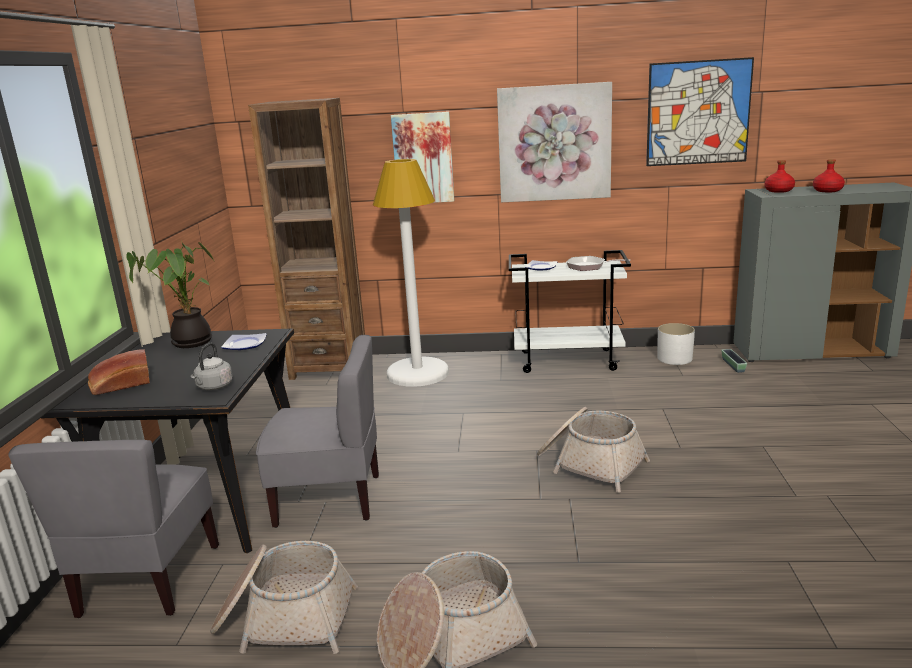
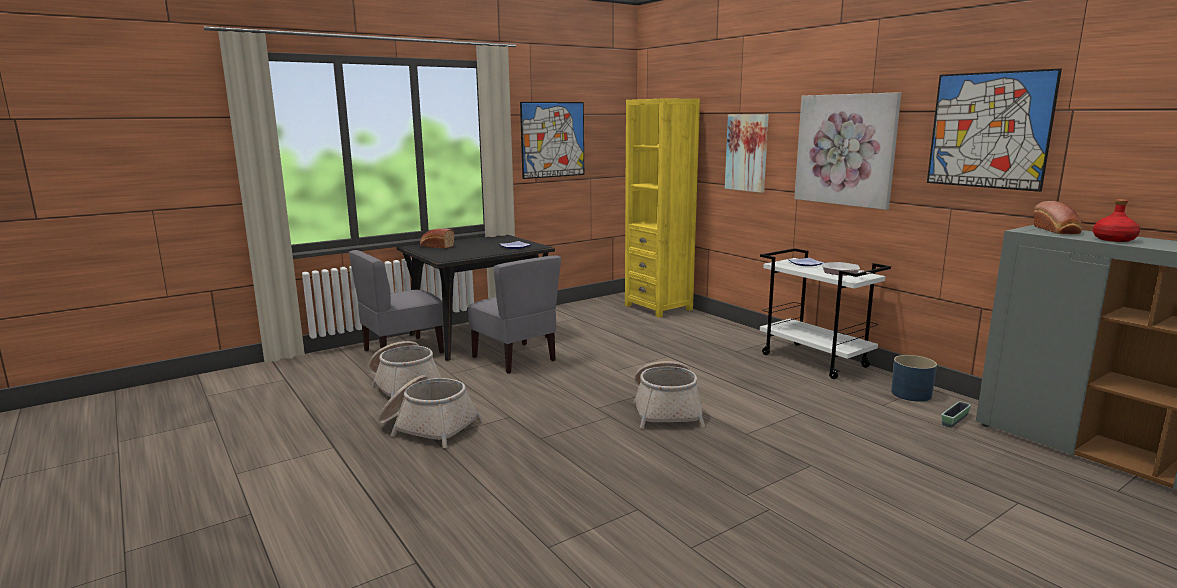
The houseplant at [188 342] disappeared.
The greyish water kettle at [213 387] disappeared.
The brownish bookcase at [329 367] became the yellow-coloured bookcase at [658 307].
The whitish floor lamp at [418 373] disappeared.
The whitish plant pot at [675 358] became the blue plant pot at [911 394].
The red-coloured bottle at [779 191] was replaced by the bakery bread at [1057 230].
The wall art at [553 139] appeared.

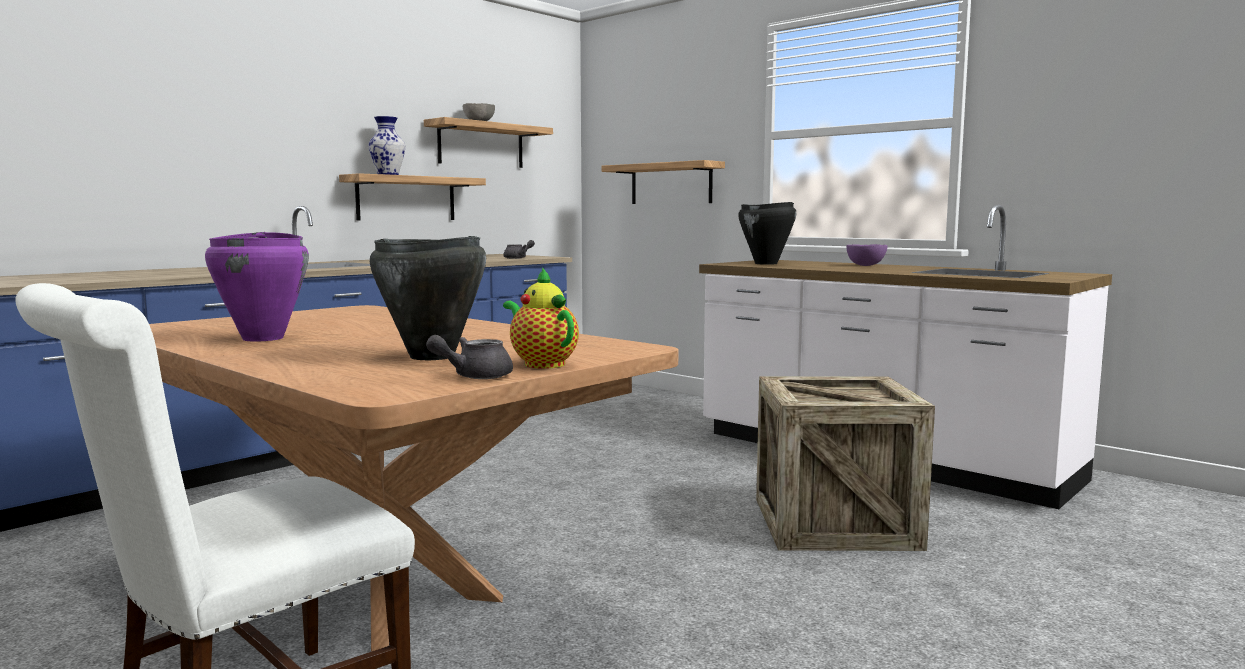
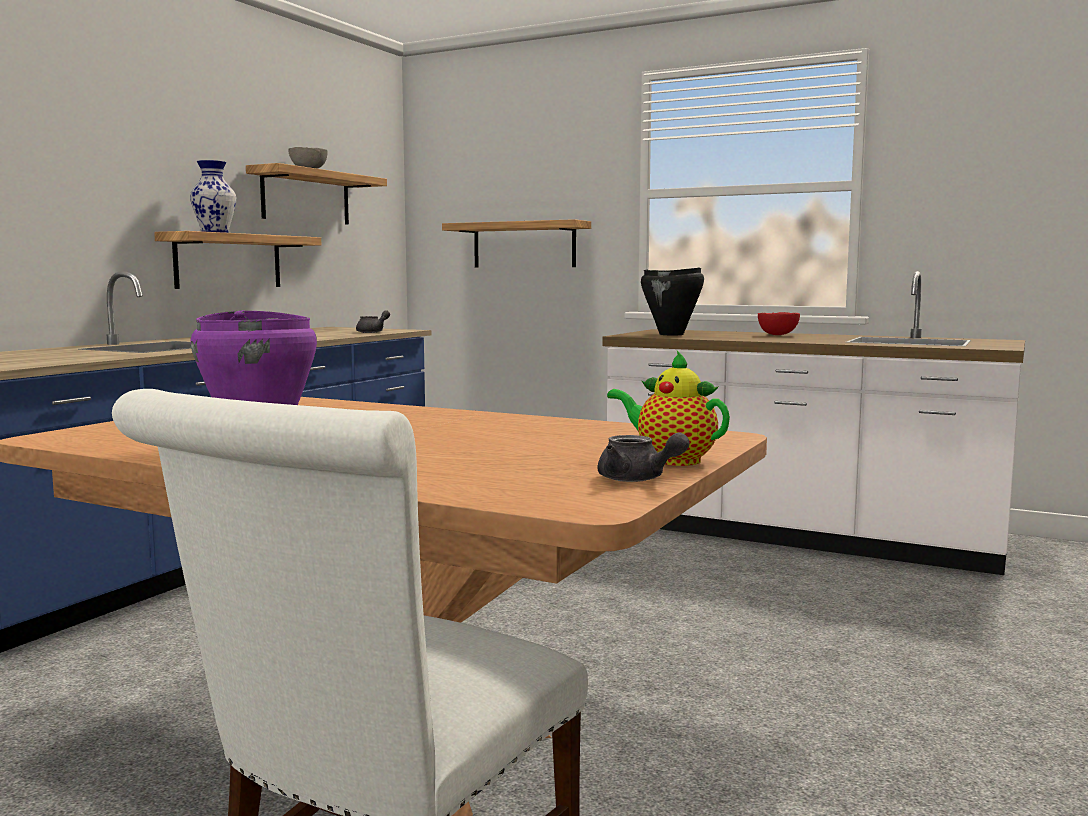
The black-coloured saucepot at [432 357] disappeared.
The greyish pot for tea at [474 376] turned 90 degrees counterclockwise.
The crate at [834 523] disappeared.
The purplish bowl at [866 265] became the red-coloured bowl at [778 335].

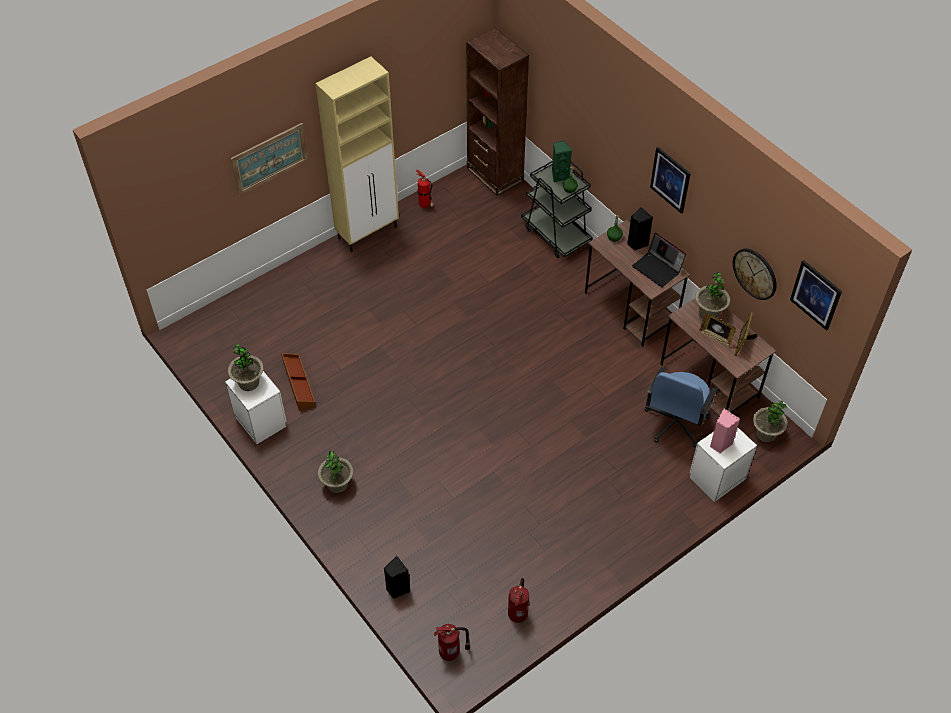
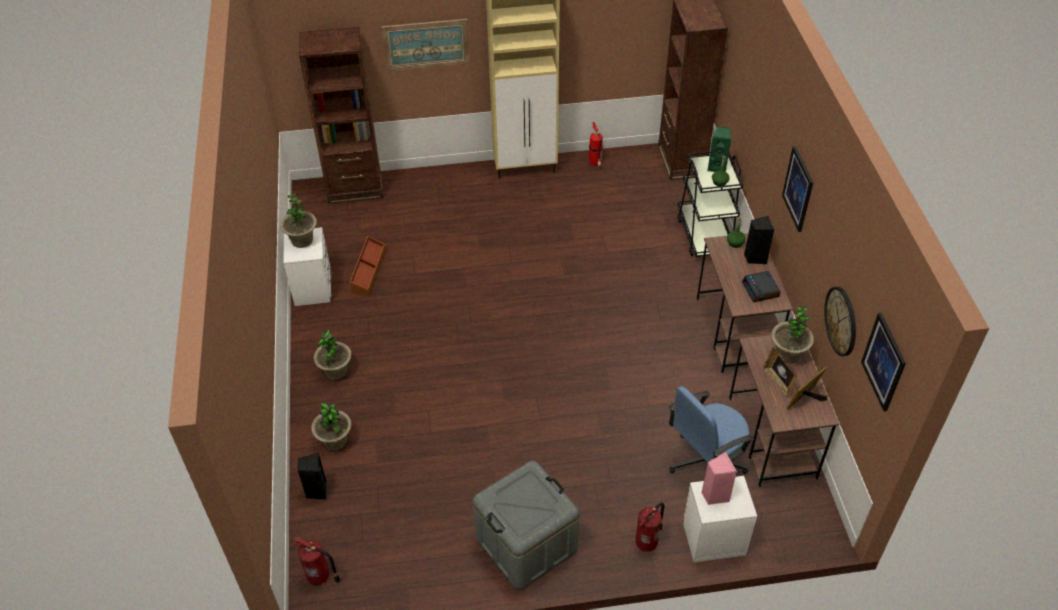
The fire extinguisher moved from [518 613] to [648 542].
The portable computer at [658 269] was replaced by the table clock at [761 290].
The houseplant moved from [766 434] to [335 441].
The brownish bookcase at [355 188] appeared.
The greyish storage bin at [526 544] appeared.

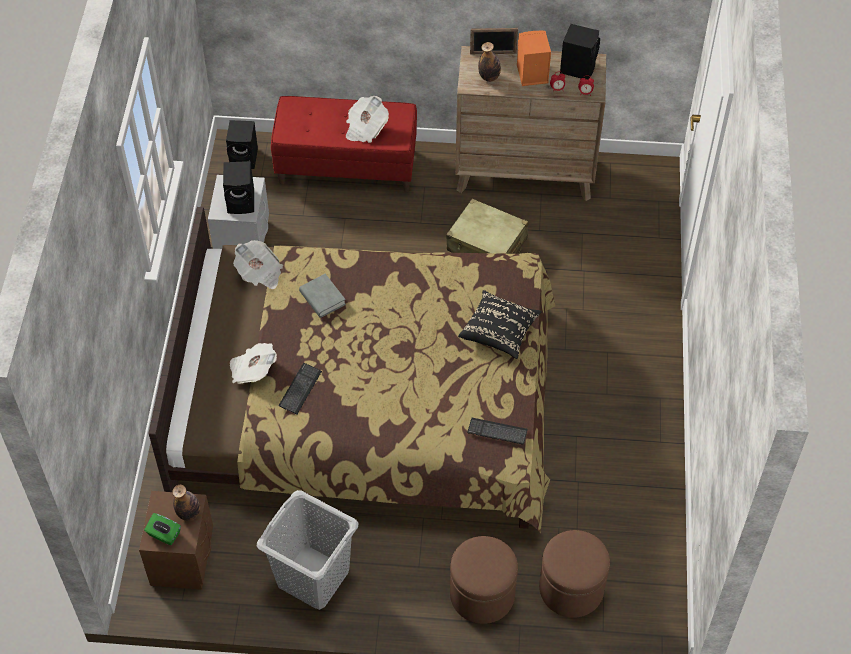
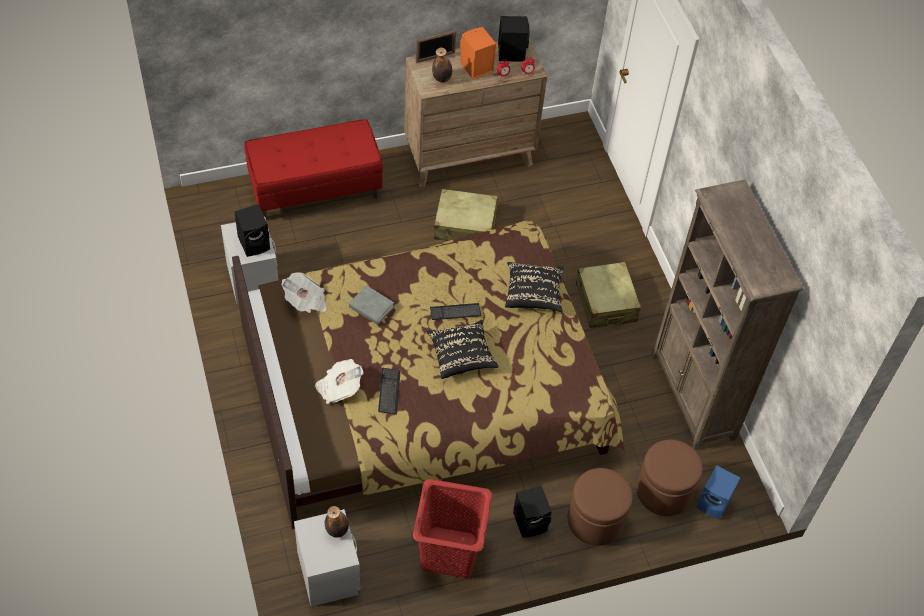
The brownish night table at [182 558] became the greyish night table at [328 573].
The green tissue box at [164 535] disappeared.
The black-coloured speaker moved from [245 158] to [531 522].
The greyish hamper at [313 578] became the red-coloured hamper at [449 552].
The daily paper at [365 128] disappeared.
The computer keyboard moved from [497 432] to [455 312].
The black-coloured cushion at [461 356] appeared.
The beige-coloured suitcase at [606 302] appeared.
The brownish bookcase at [693 396] appeared.
The blue speaker at [714 503] appeared.

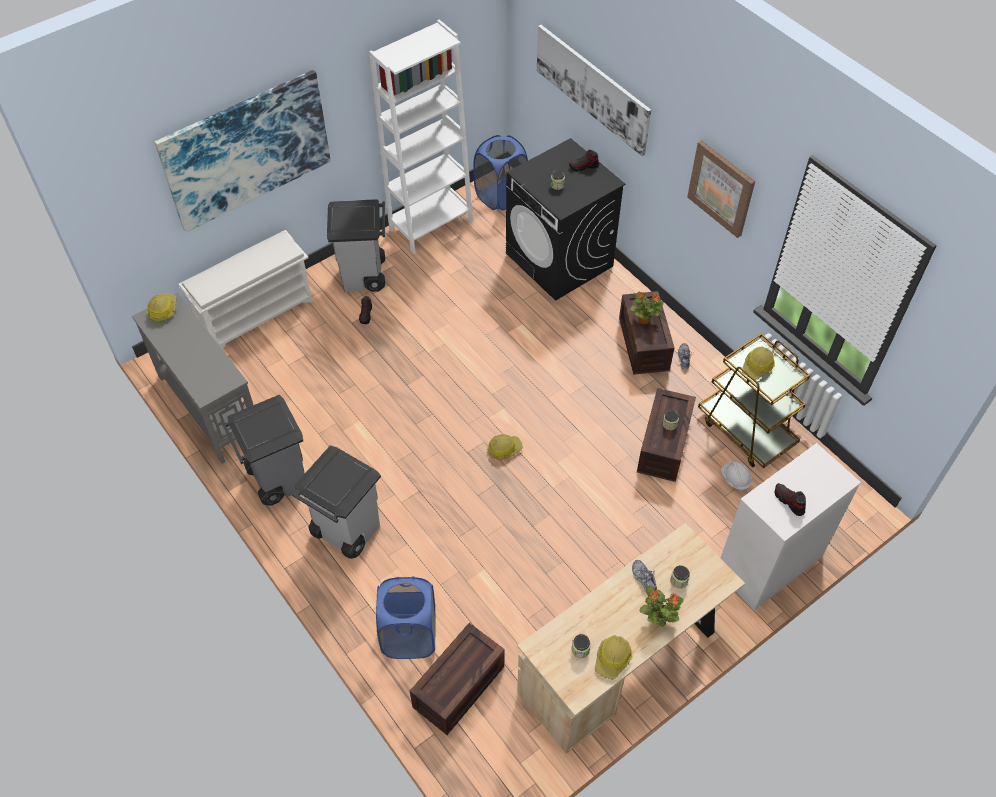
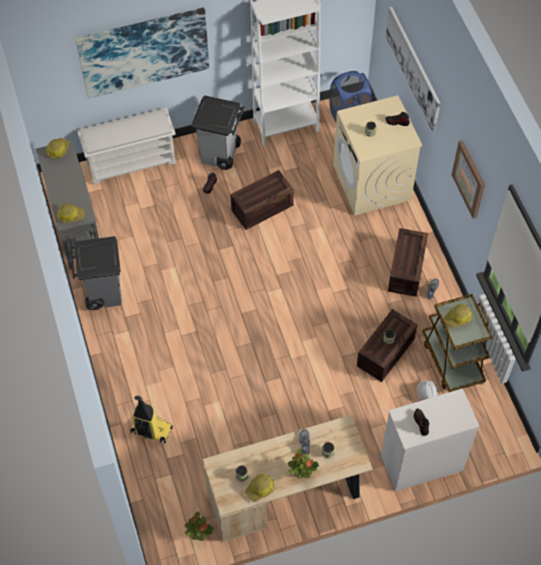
The greyish trash can at [345 531] disappeared.
The blue hamper at [409 636] was replaced by the hoover at [151 430].
The crate moved from [459 688] to [262 208].
The hard hat moved from [504 449] to [70 215].
The black-coloured laundry appliance at [559 260] became the beige-coloured laundry appliance at [372 183].
The houseplant moved from [643 320] to [199 533].

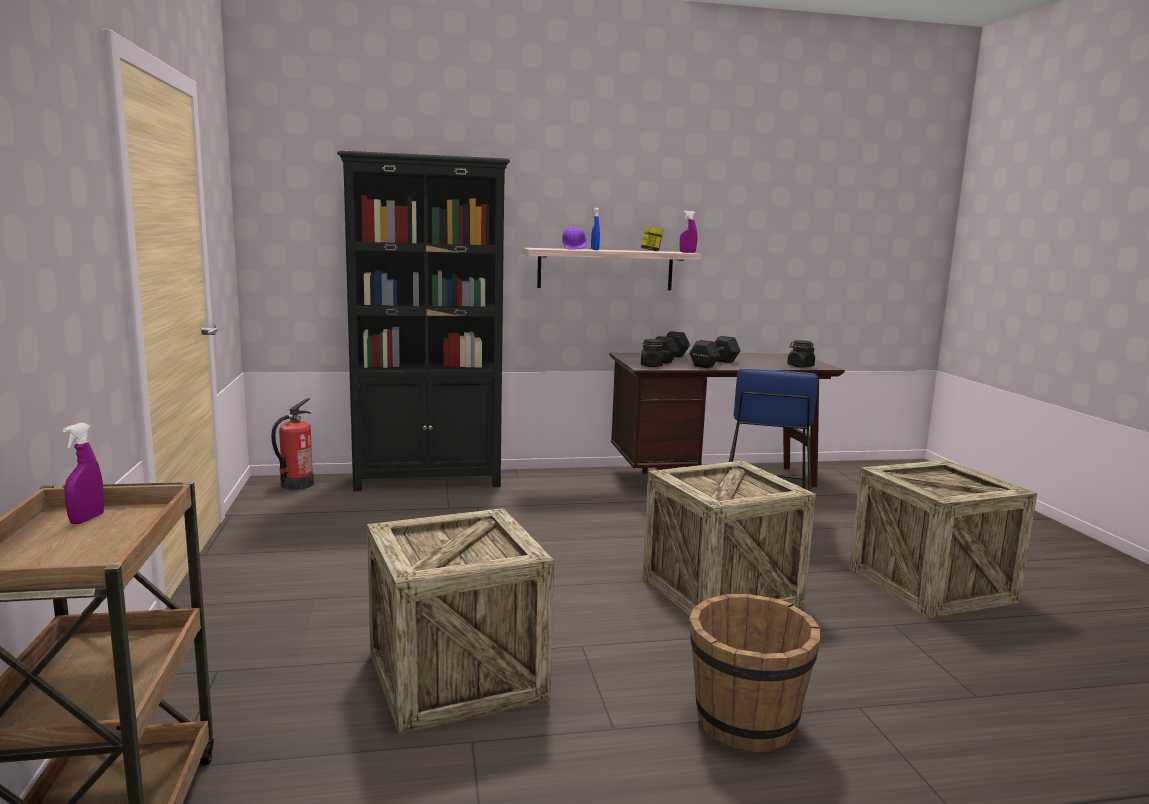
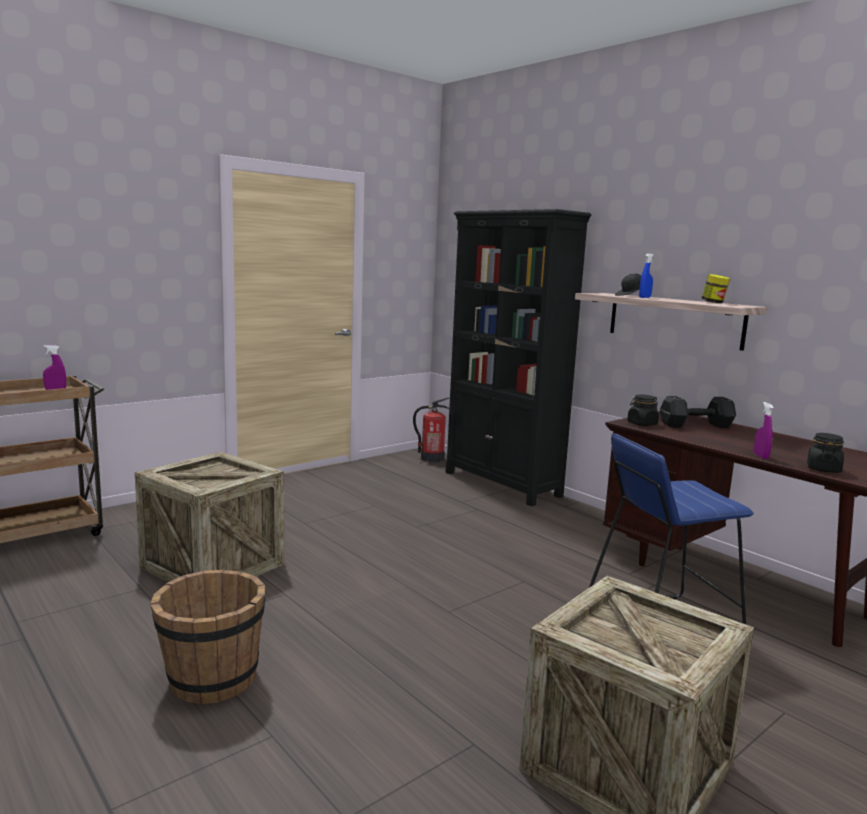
The purplish cap at [574 249] became the black-coloured cap at [631 296].
The crate at [720 591] disappeared.
The purplish hand sprayer moved from [687 252] to [760 456].
The black-coloured hand weight at [713 364] disappeared.

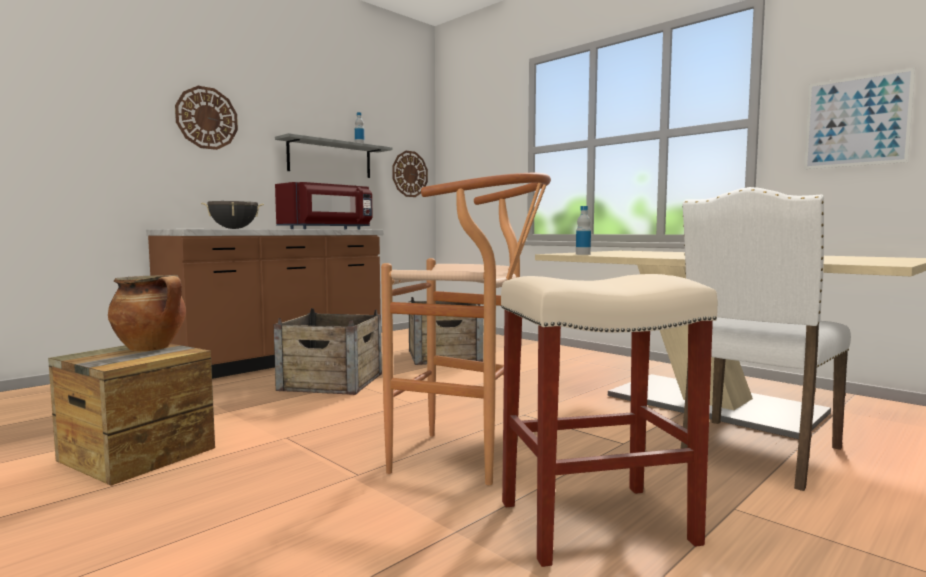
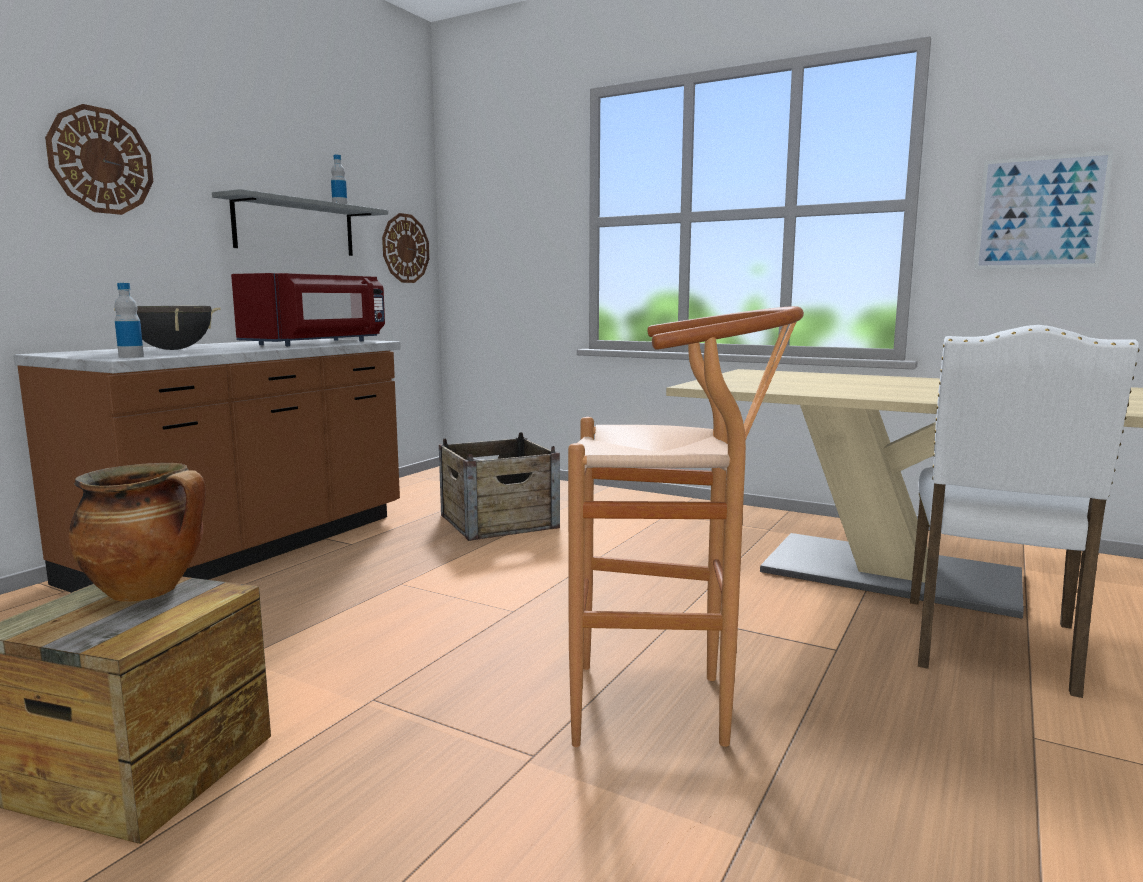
The crate at [332 381] disappeared.
The beige-coloured stool at [594 523] disappeared.
The bottle moved from [583 254] to [131 357].

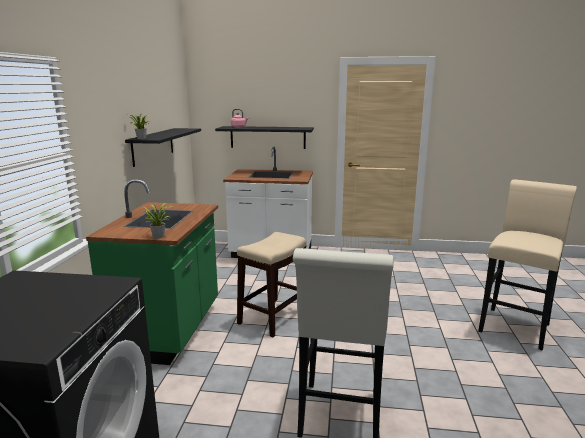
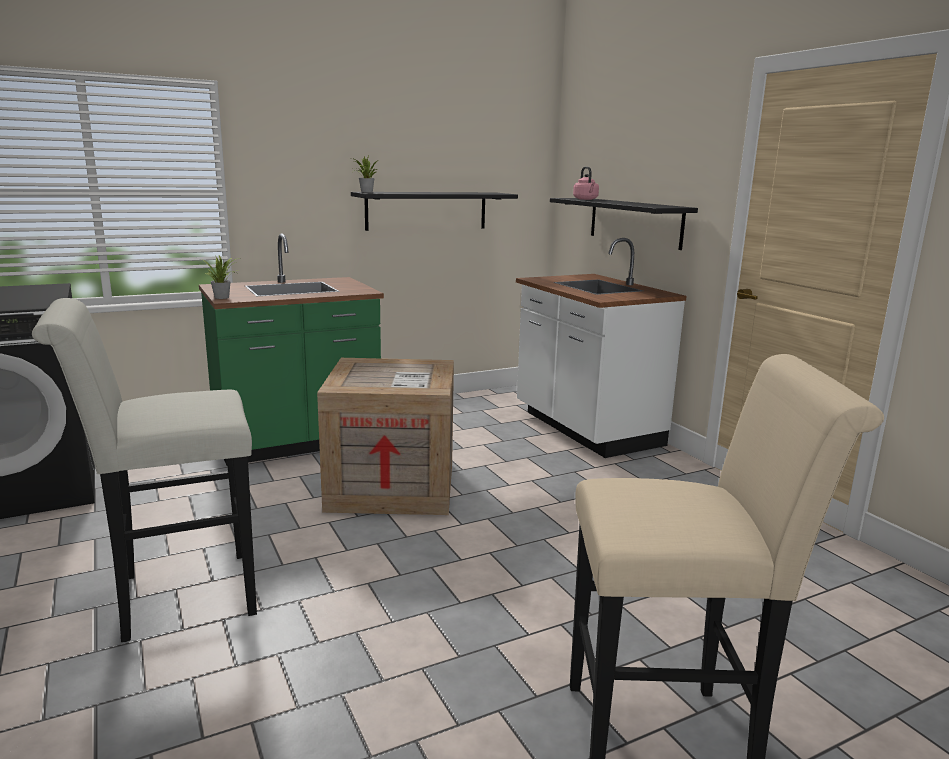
The stool at [274 316] was replaced by the crate at [394 485].

